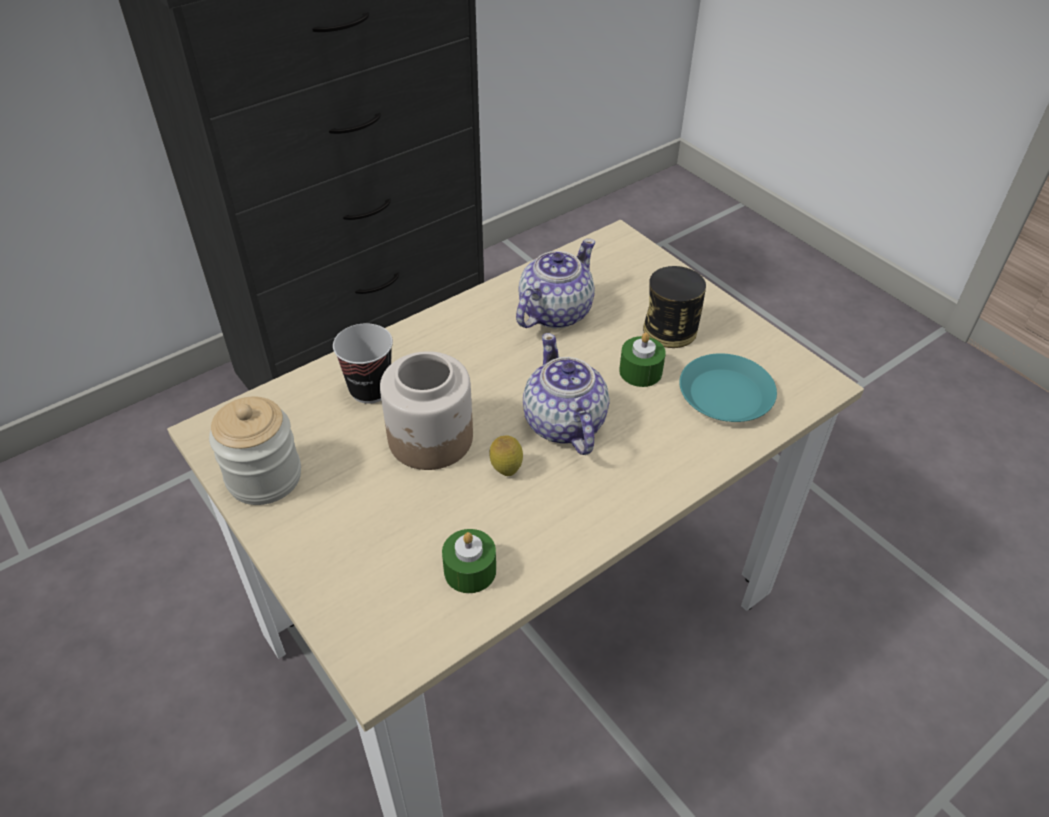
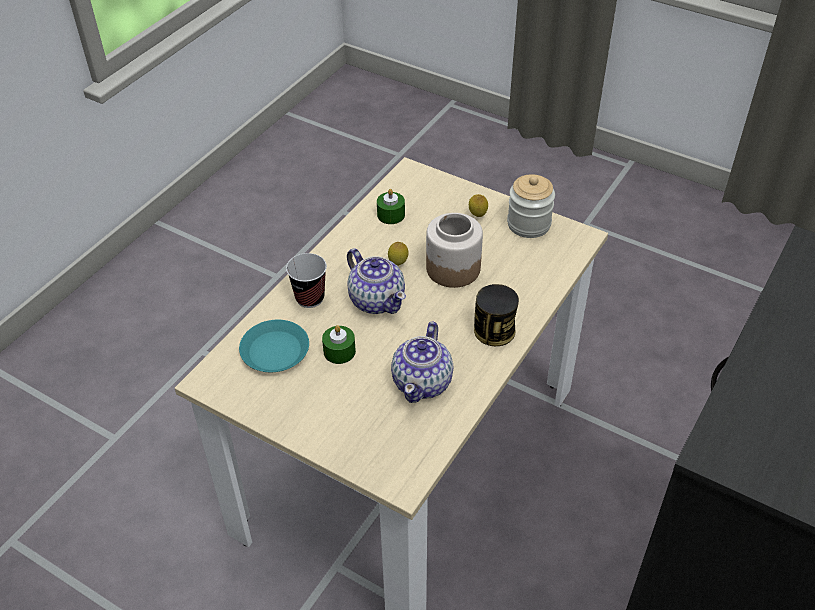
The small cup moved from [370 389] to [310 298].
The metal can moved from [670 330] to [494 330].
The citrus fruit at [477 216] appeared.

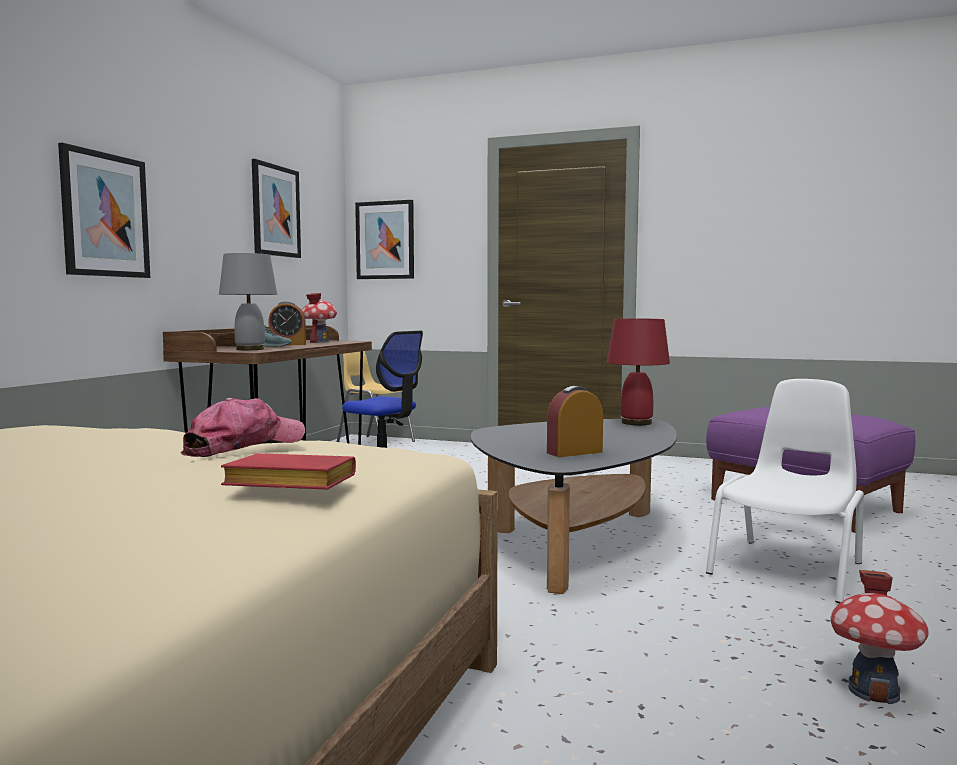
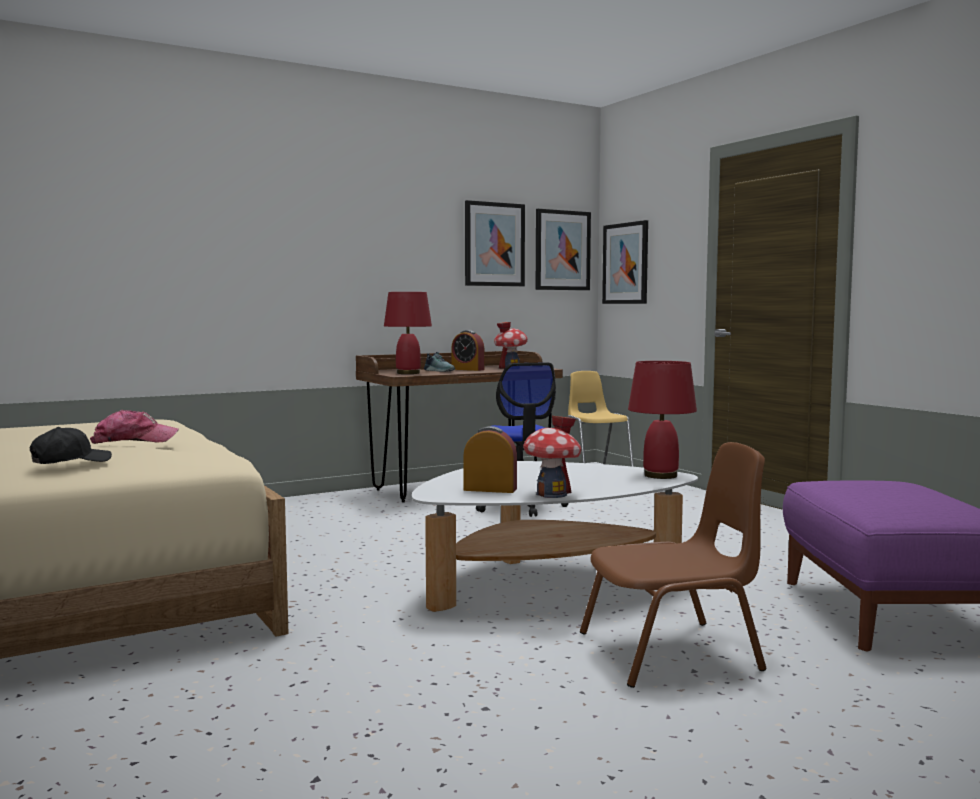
The wall art moved from [105 215] to [562 250].
The greyish lamp for a table at [250 349] became the red-coloured lamp for a table at [408 373].
The red-coloured bound book at [286 484] was replaced by the black-coloured cap at [70 461].
The black-coloured lounge table at [576 541] became the whitish lounge table at [547 582].
The whitish upright chair at [789 568] became the brownish upright chair at [672 652].
The toy house moved from [874 691] to [551 494].

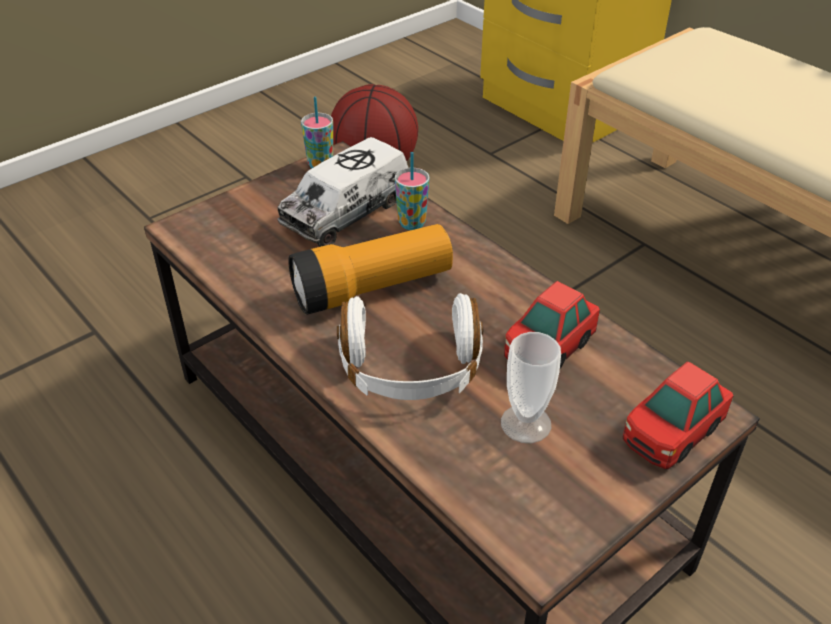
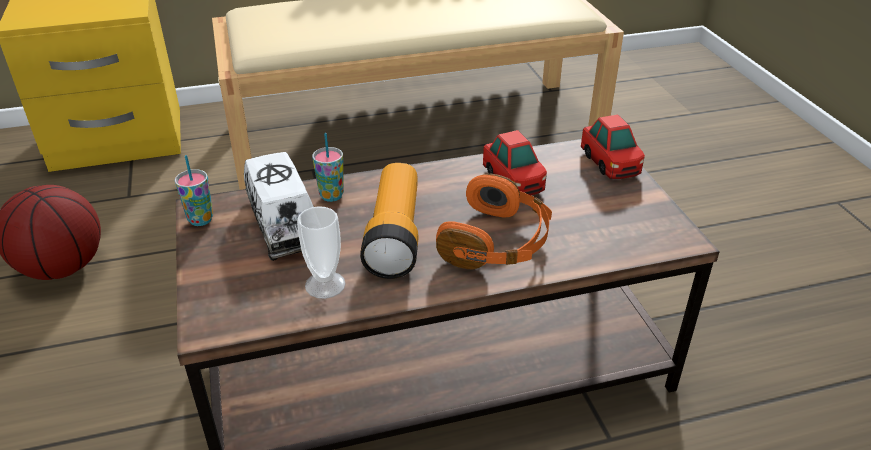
The whitish headphones at [411 369] became the orange-coloured headphones at [497 243].
The small cup moved from [525 424] to [325 285].

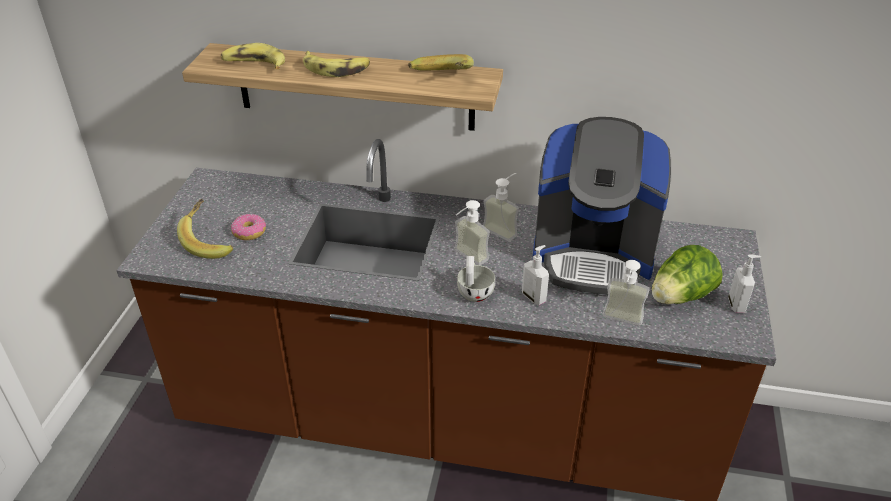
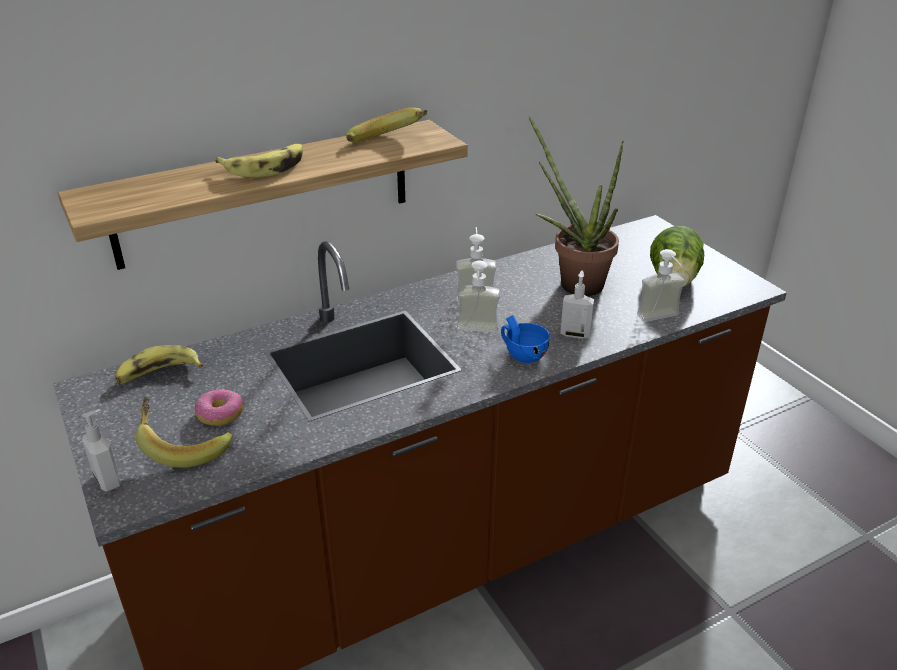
The banana fruit moved from [254 64] to [158 373].
The whitish small cup at [474 291] became the blue small cup at [522 354].
The coffee machine at [593 255] was replaced by the houseplant at [573 282].
The soap dispenser moved from [737 305] to [109 480].

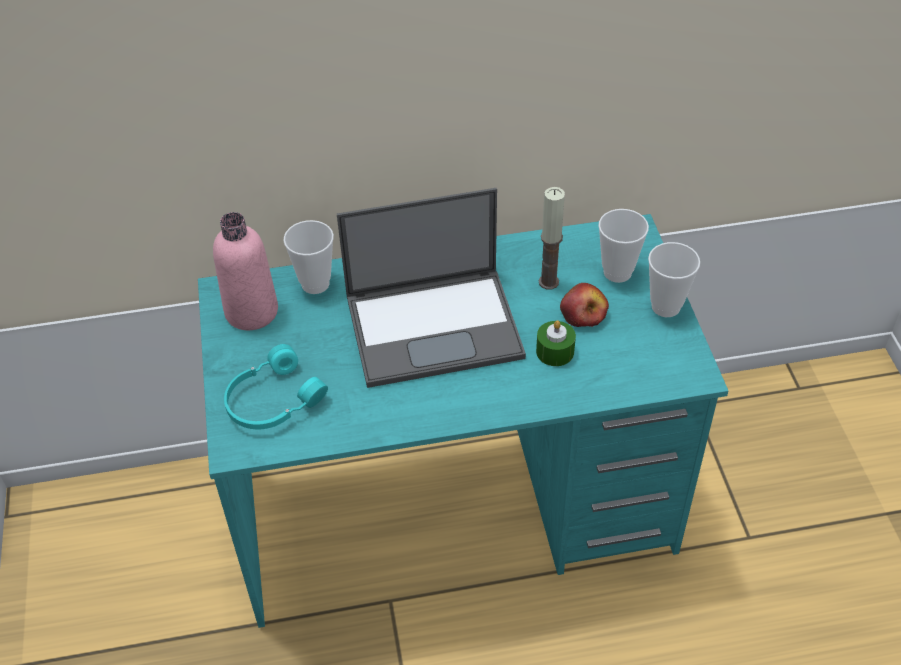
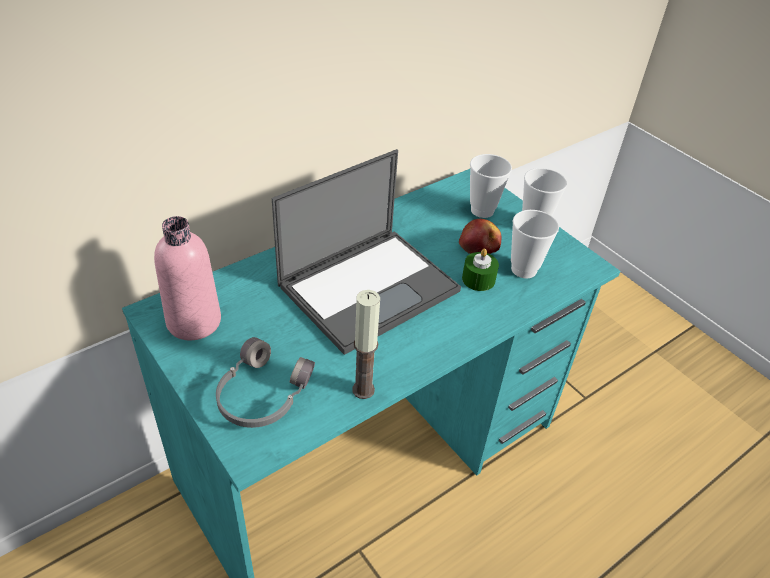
The blue-green headphones at [272 400] became the greyish headphones at [261 394].
The small cup moved from [315 284] to [524 269].
The wax light moved from [548 282] to [363 390].

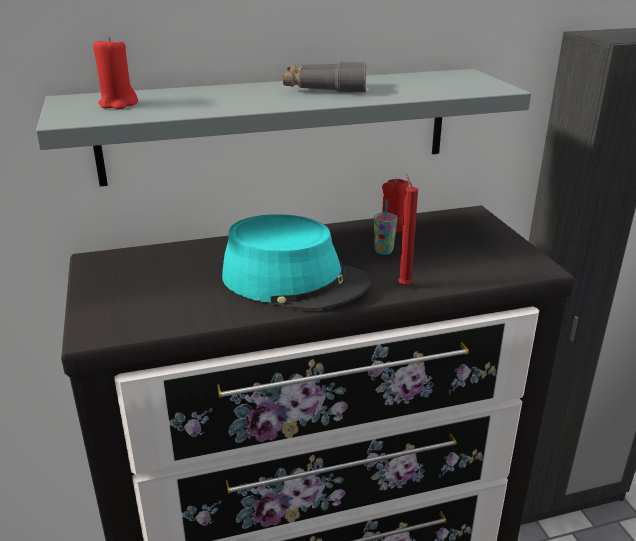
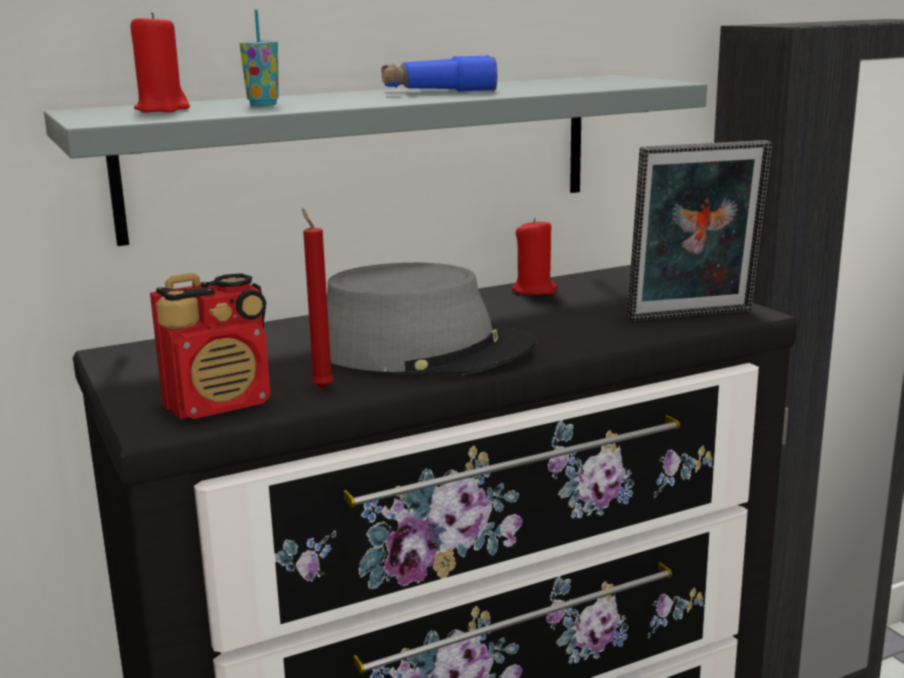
The blue-green wearable hat at [294 281] became the greyish wearable hat at [425 350].
The greyish binoculars at [325 88] became the blue binoculars at [438 91].
The small cup moved from [383 251] to [263 104].
The red-coloured wax light moved from [403 284] to [321 387].
The radio at [220 404] appeared.
The standing frame at [693 316] appeared.

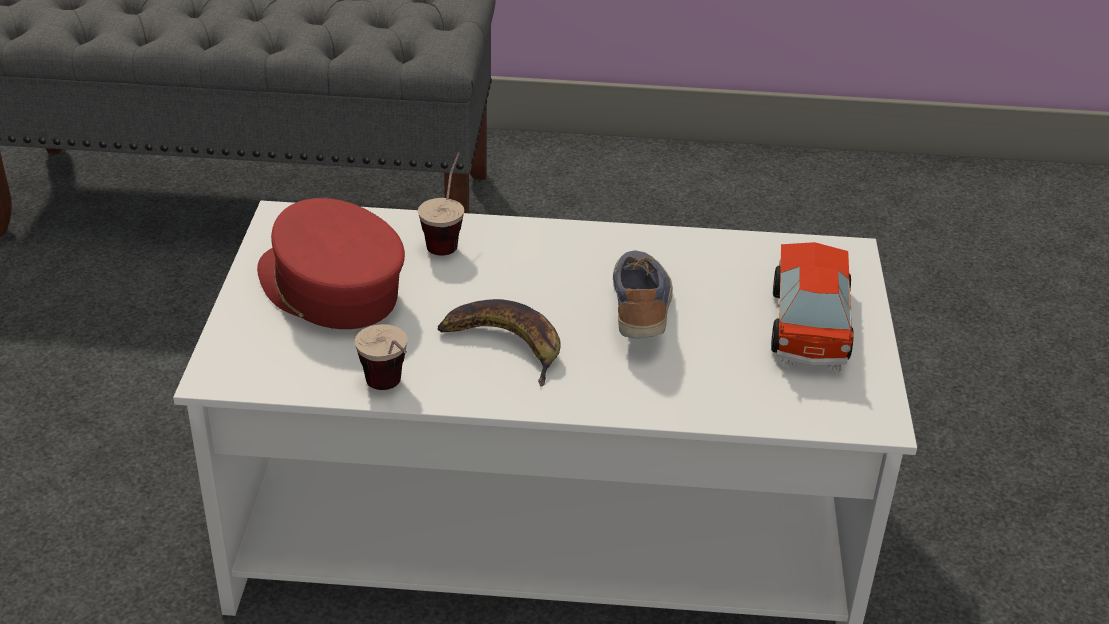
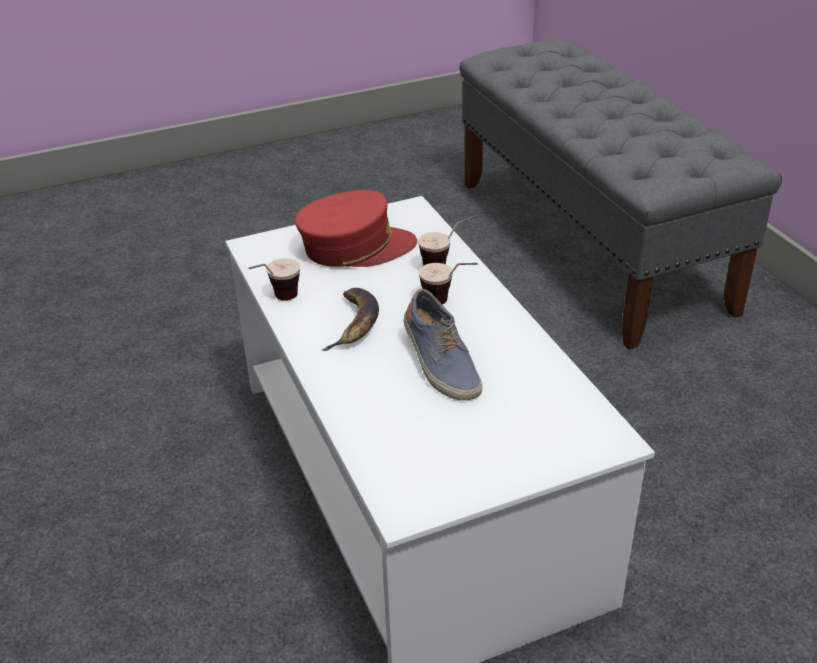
The red-coloured cap at [330 289] turned 60 degrees clockwise.
The shoe at [641 310] turned 90 degrees clockwise.
The model car at [809 322] disappeared.
The small cup at [448 303] appeared.

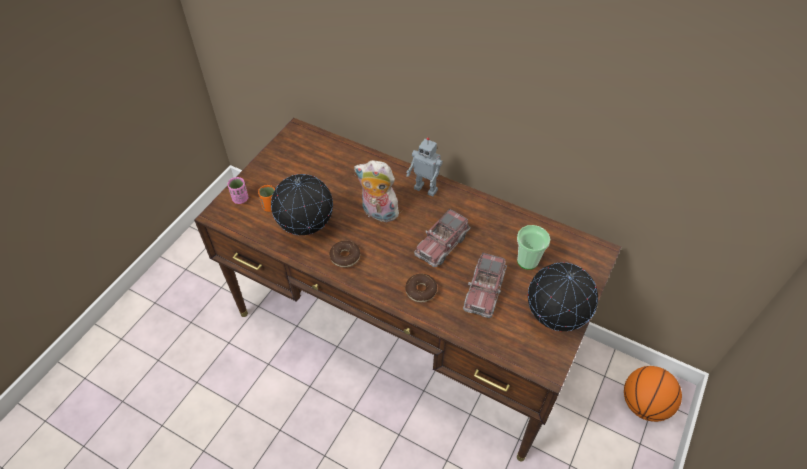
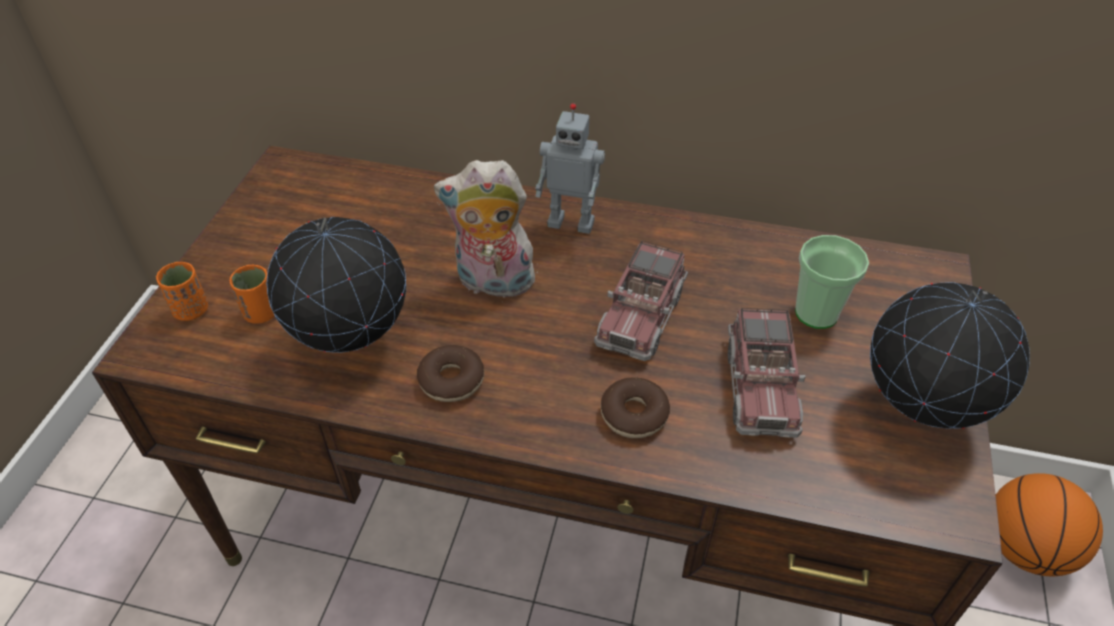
The pink small cup at [240 199] became the orange-coloured small cup at [191 310].

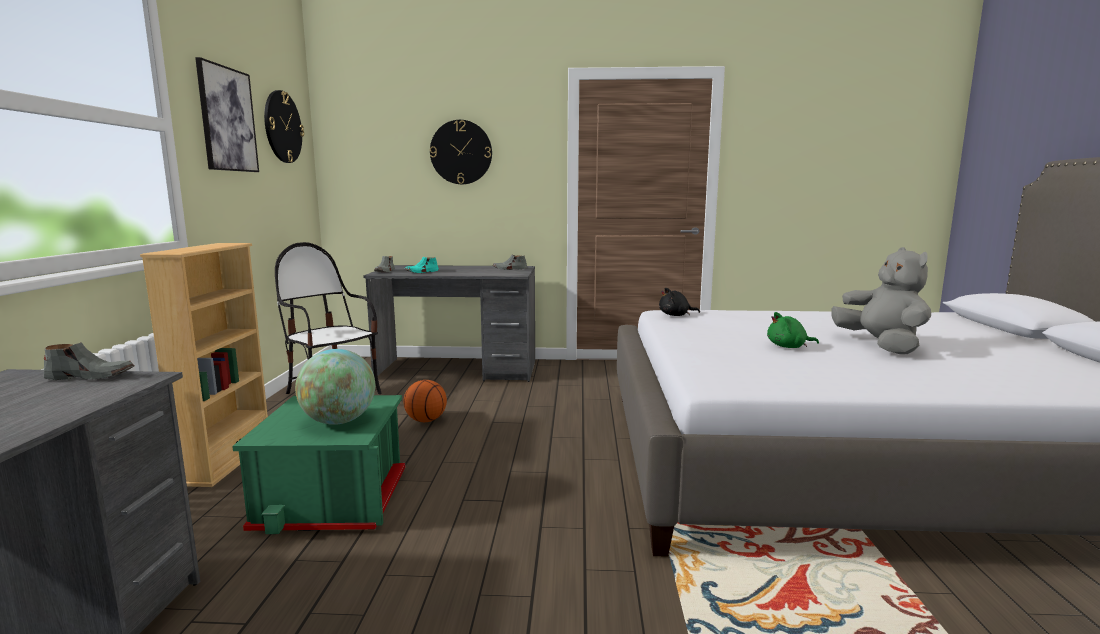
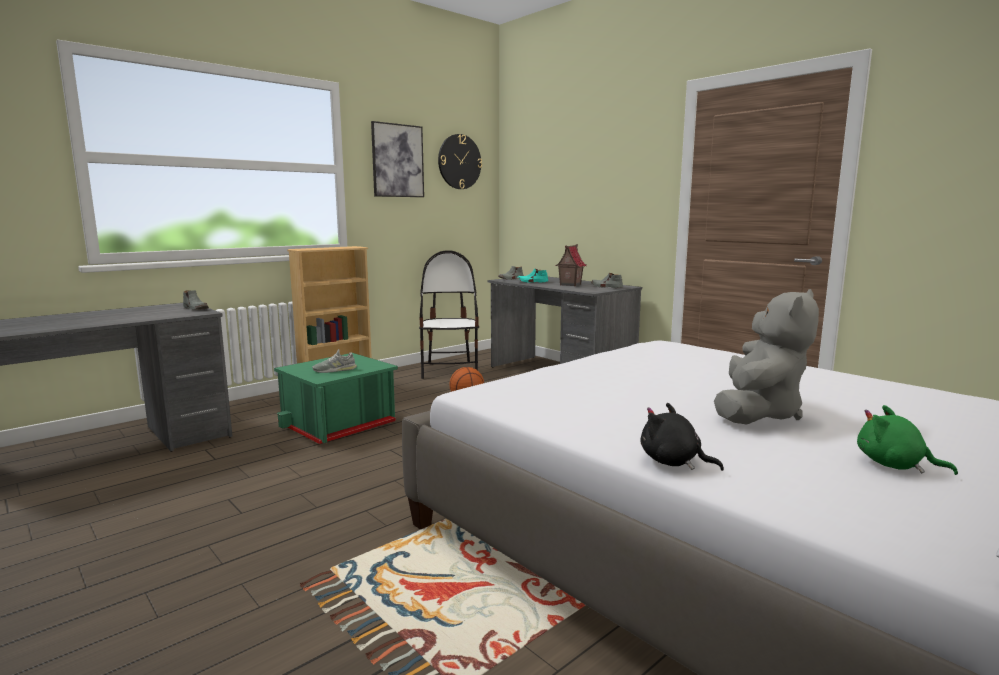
The globe at [339 421] was replaced by the greyish shoe at [335 370].
The hanging clock at [461 152] disappeared.
The black-coloured soft toy moved from [676 315] to [673 462].
The green soft toy moved from [789 347] to [894 465].
The toy house at [570 284] appeared.

